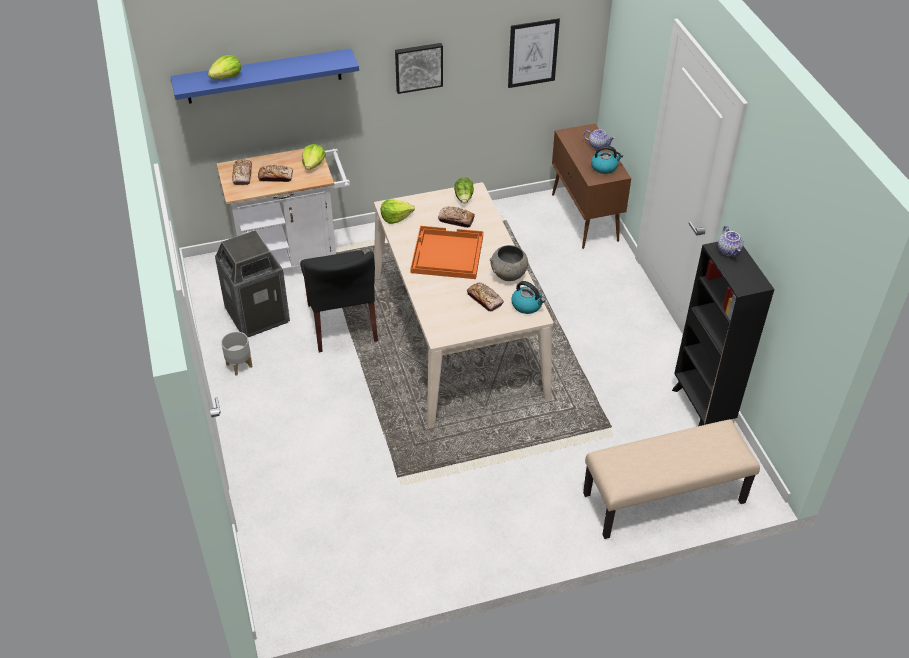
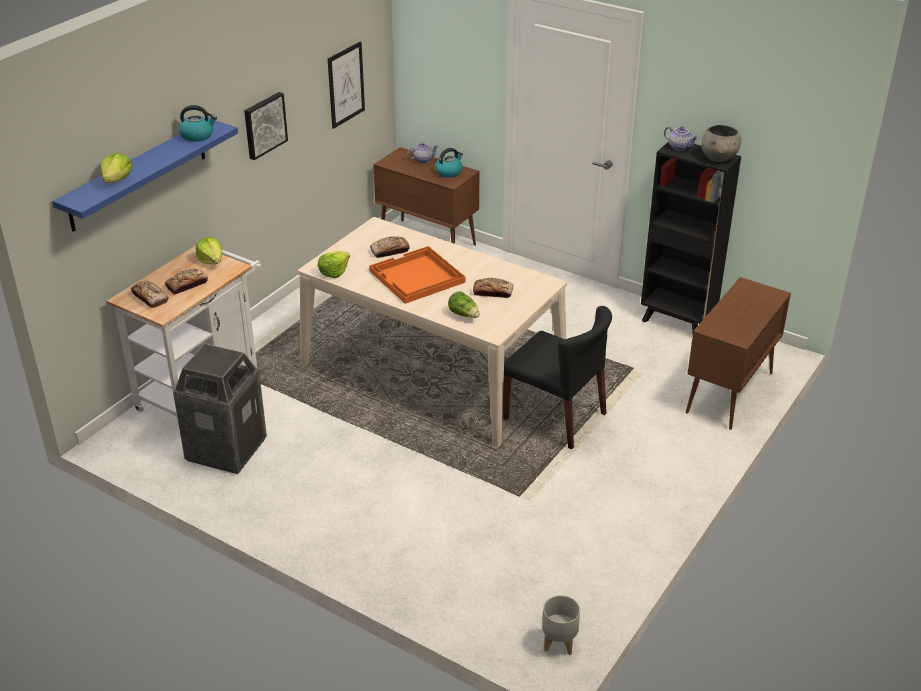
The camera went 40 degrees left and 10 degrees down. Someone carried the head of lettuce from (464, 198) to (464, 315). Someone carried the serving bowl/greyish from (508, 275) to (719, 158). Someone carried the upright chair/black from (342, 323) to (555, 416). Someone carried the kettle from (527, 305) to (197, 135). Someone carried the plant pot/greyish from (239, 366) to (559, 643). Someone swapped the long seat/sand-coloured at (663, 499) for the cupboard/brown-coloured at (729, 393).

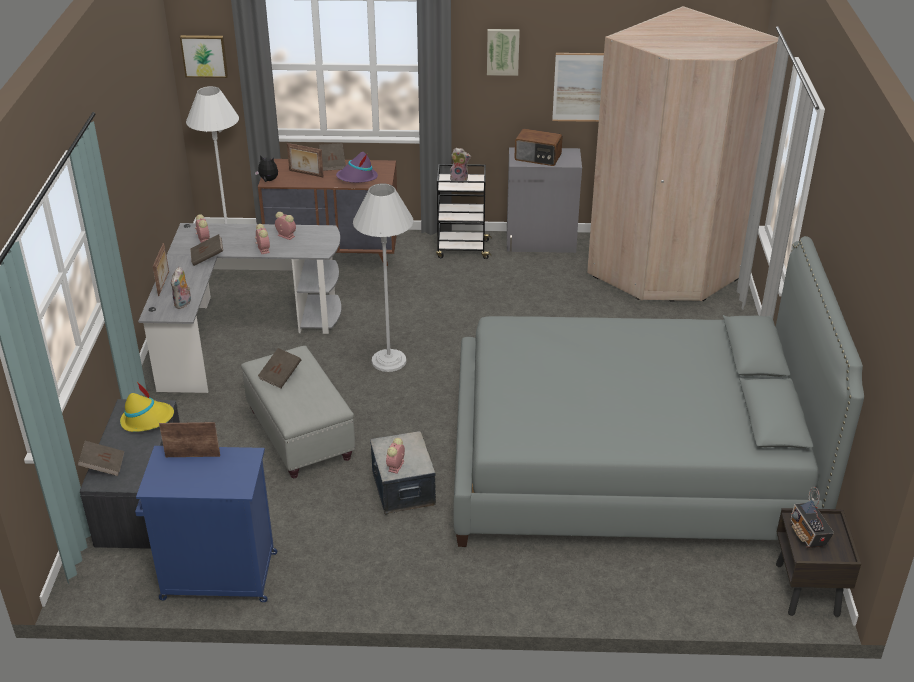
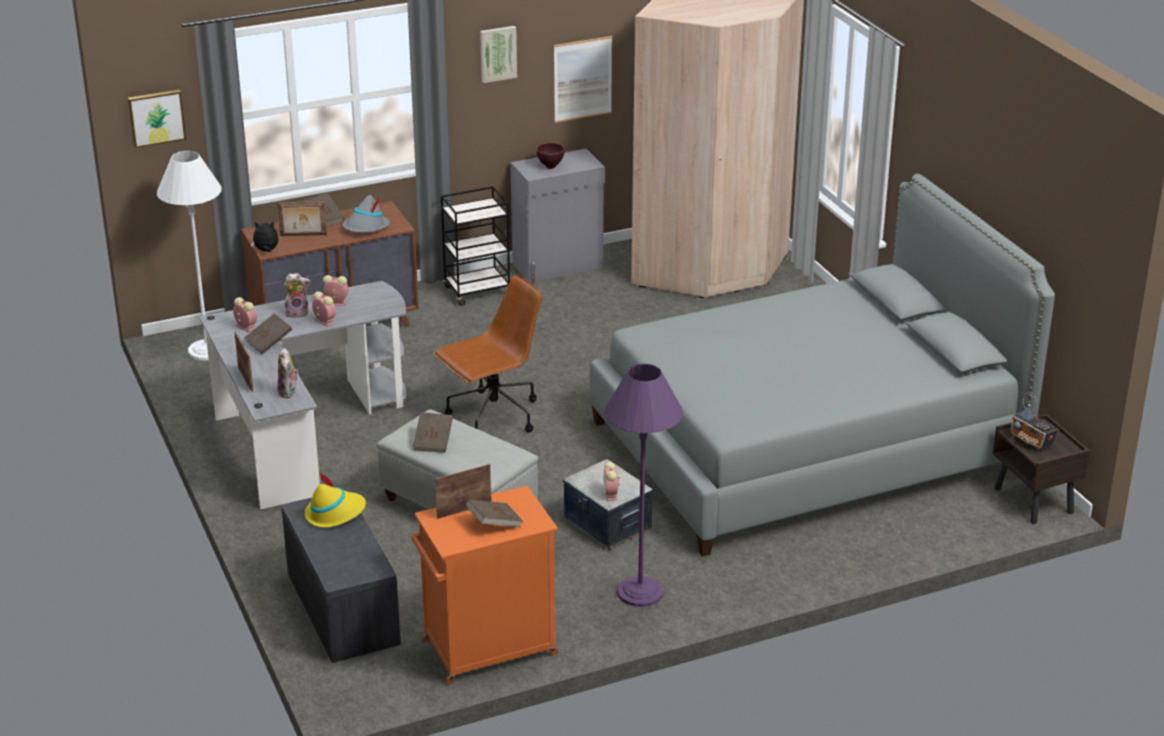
The camera went 25 degrees left and 5 degrees down. Someone swapped the radio at (538, 158) for the serving bowl/brown-coloured at (551, 166). Someone carried the cuddly toy from (459, 179) to (297, 313). Someone repainted the hat/purple at (357, 178), which became the hat/greyish at (366, 227). Someone swapped the floor lamp/white at (389, 361) for the desk chair/brown-coloured at (493, 416). Someone carried the bound book/brown-coloured from (103, 466) to (494, 523). Someone repainted the cupboard/bluish at (216, 576), which became the cupboard/orangey at (486, 648). Someone put down the floor lamp/purple at (640, 592).

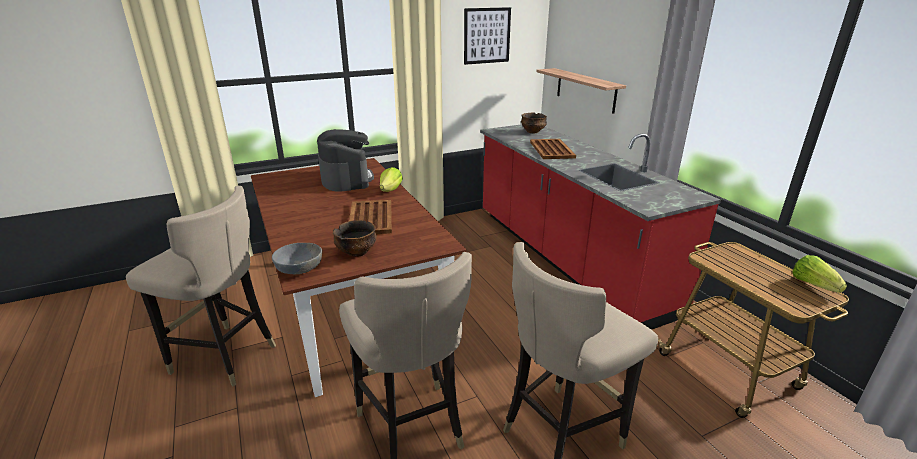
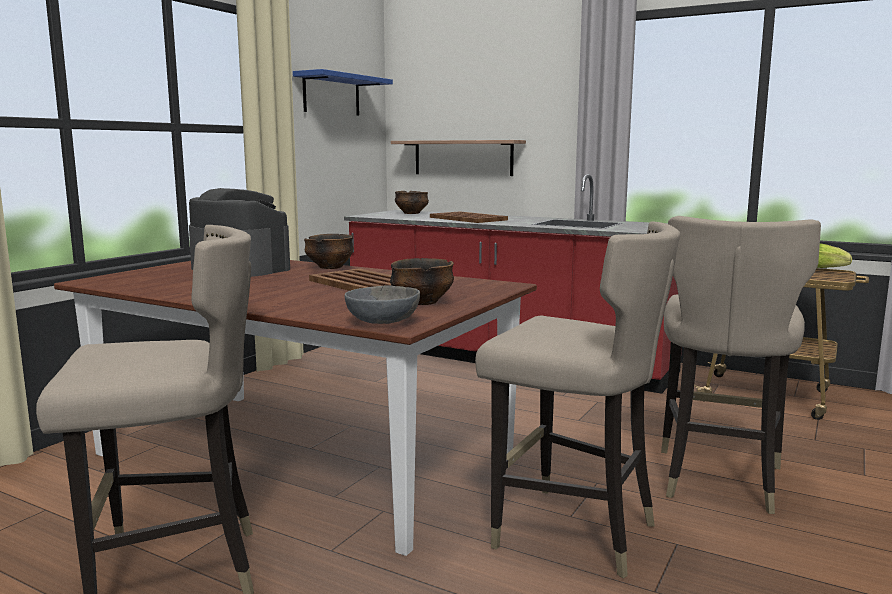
The camera went 35 degrees left and 15 degrees down. Someone swapped the wall picture at (487, 36) for the bracket shelf/bluish at (331, 95). Someone swapped the head of lettuce at (391, 190) for the serving bowl at (330, 267).

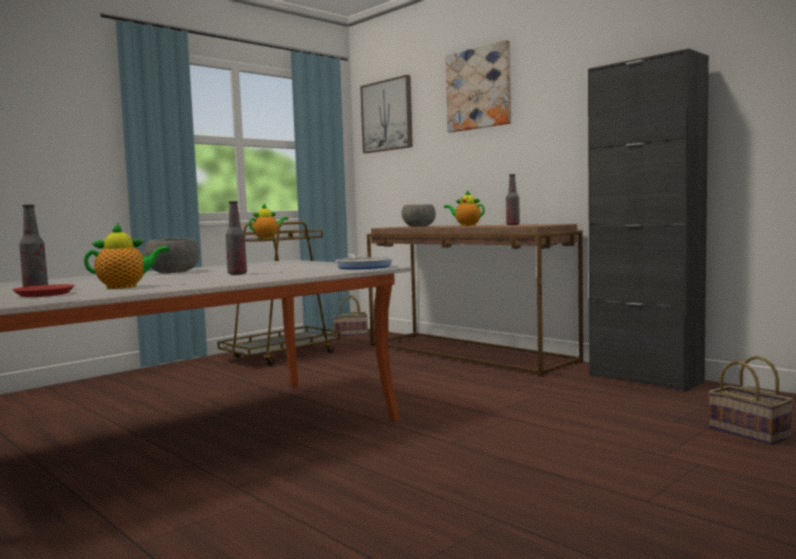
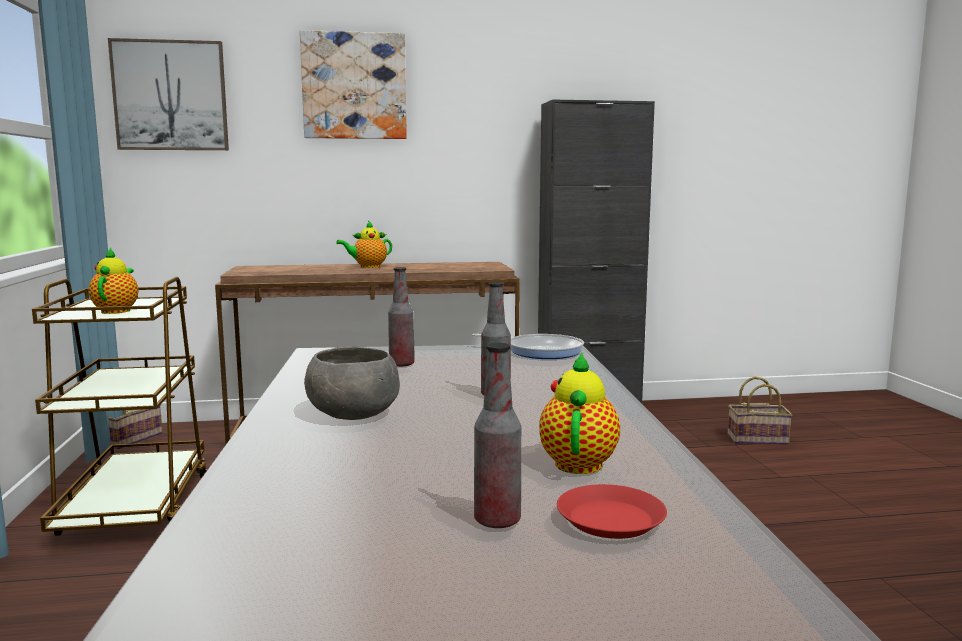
The camera went 55 degrees left and 5 degrees up. Someone carried the beverage bottle from (513, 225) to (401, 364). Someone took away the serving bowl/greyish at (419, 226).

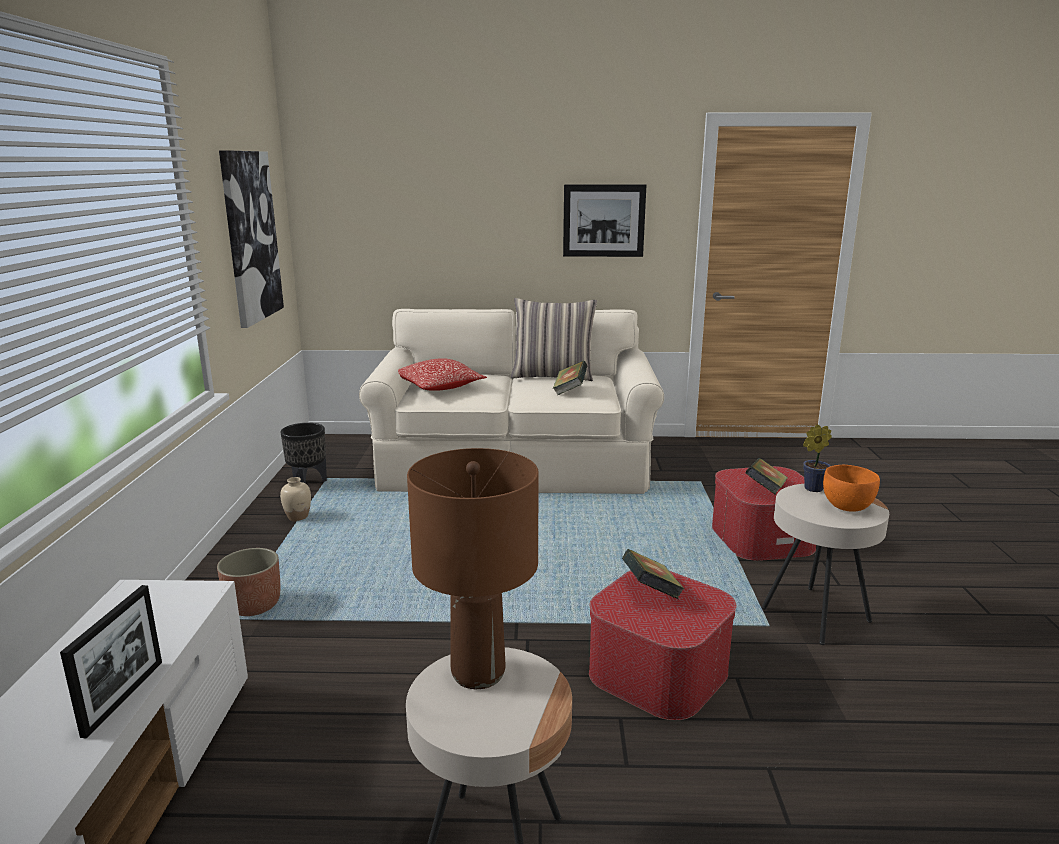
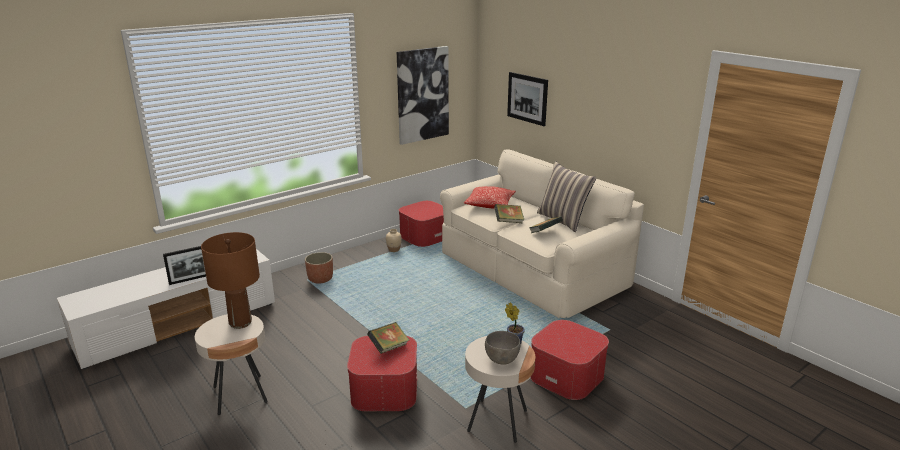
The camera went 50 degrees right and 5 degrees up. Someone carried the wall picture from (603, 220) to (527, 98). Someone swapped the plant pot/black at (308, 484) for the footrest at (425, 236). Someone carried the bound book from (765, 491) to (508, 222). Someone repainted the serving bowl/orangey at (847, 507), which became the serving bowl/greyish at (501, 360).

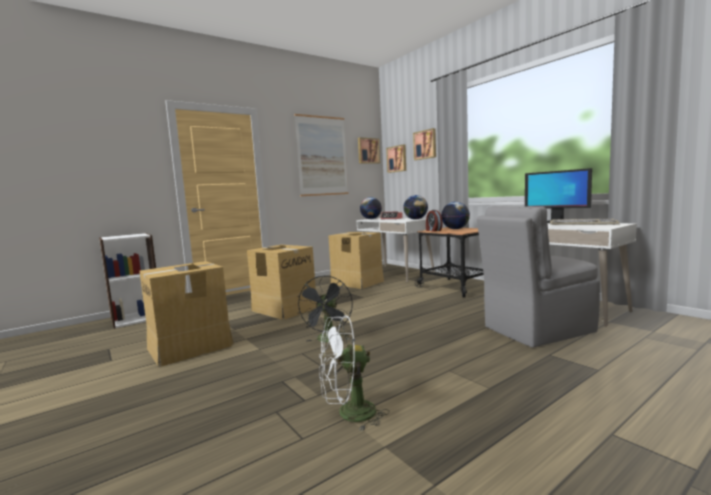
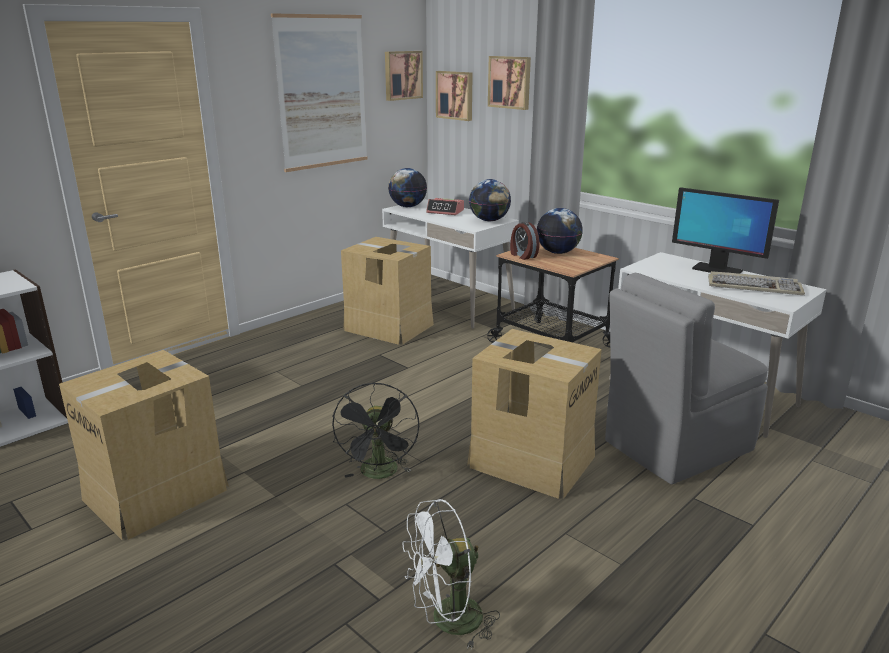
The camera went 10 degrees left and 15 degrees up. Someone carried the carton from (284, 309) to (531, 460).

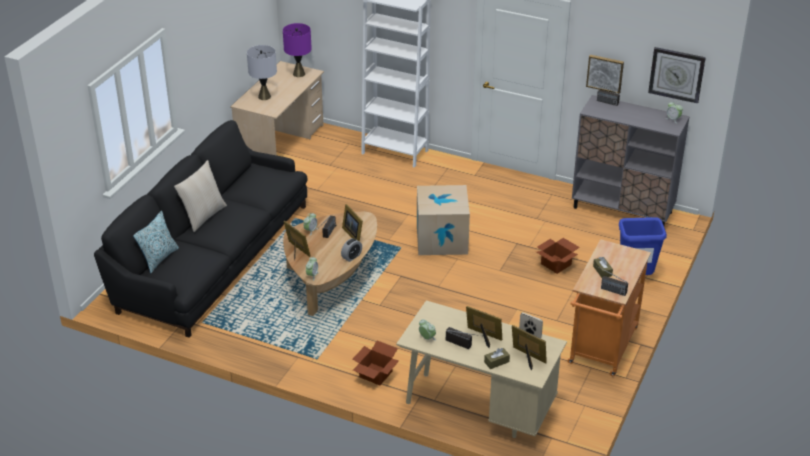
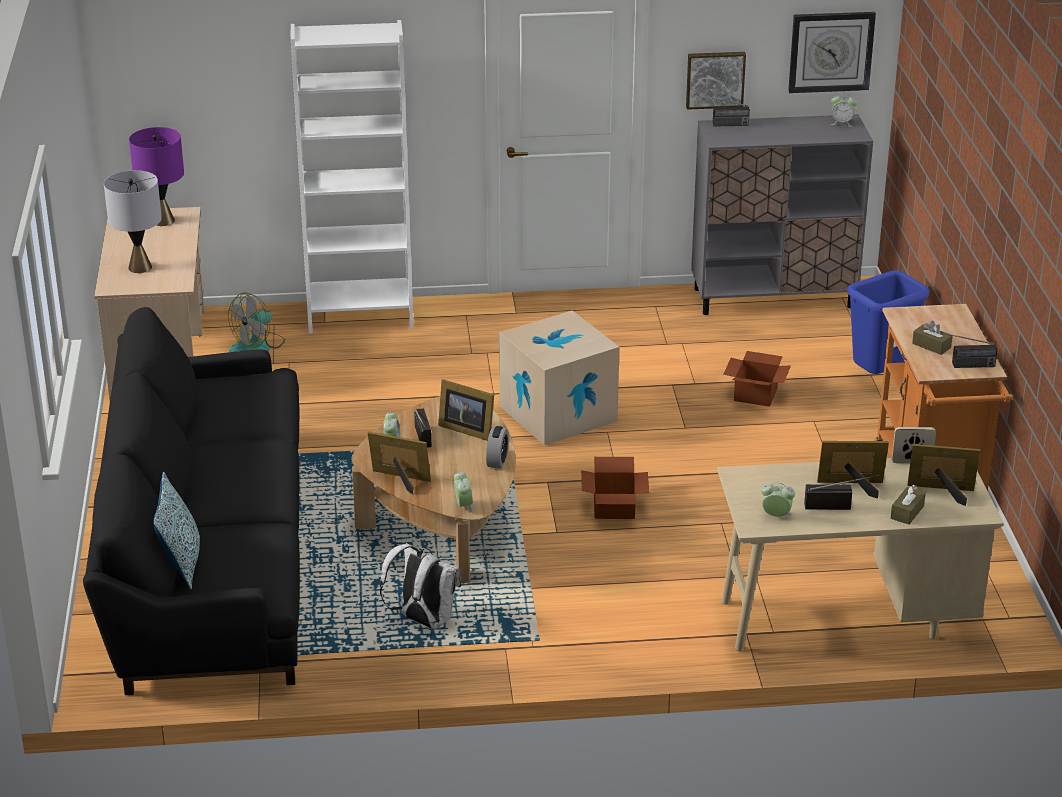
The camera went 30 degrees left and 5 degrees down. Someone took away the pillow/sand-coloured at (203, 216). Someone carried the carton from (375, 374) to (613, 508). Someone put down the fan at (258, 346). Someone put down the knapsack/white at (423, 620).

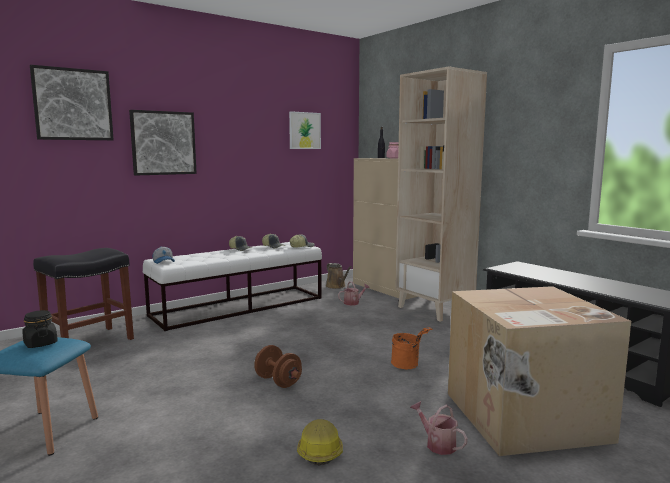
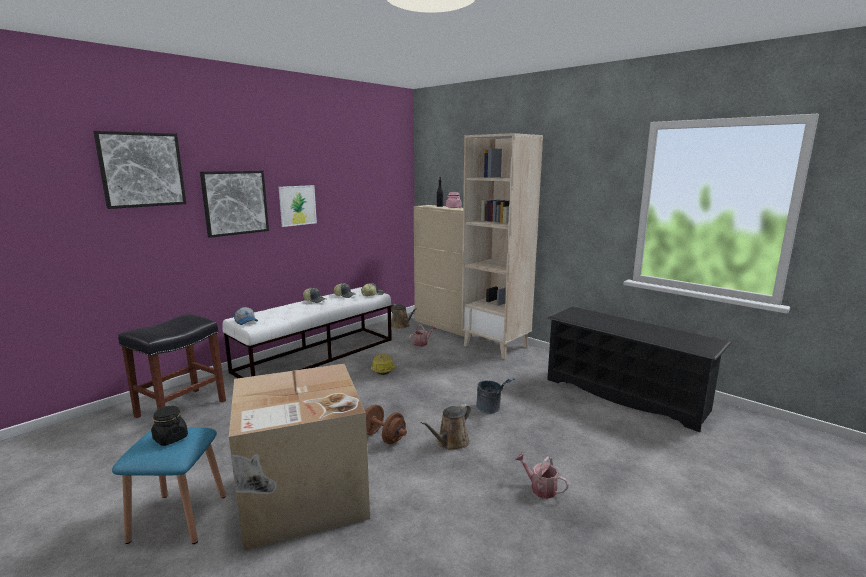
The camera went 10 degrees left and 5 degrees up. Someone carried the wall picture from (304, 130) to (297, 205). Someone carried the carton from (524, 417) to (301, 496). Someone repainted the bucket/orangey at (408, 365), which became the bucket/greyish at (492, 409). Someone carried the work helmet from (319, 450) to (382, 369). Someone put down the sprinkling can/brown-coloured at (451, 443).

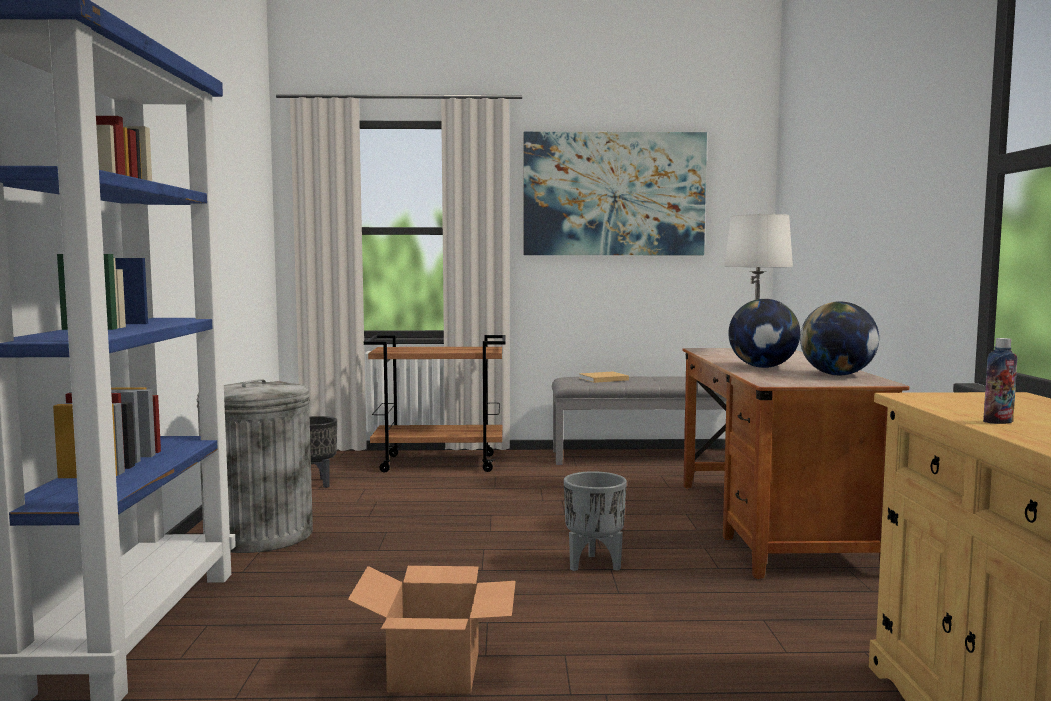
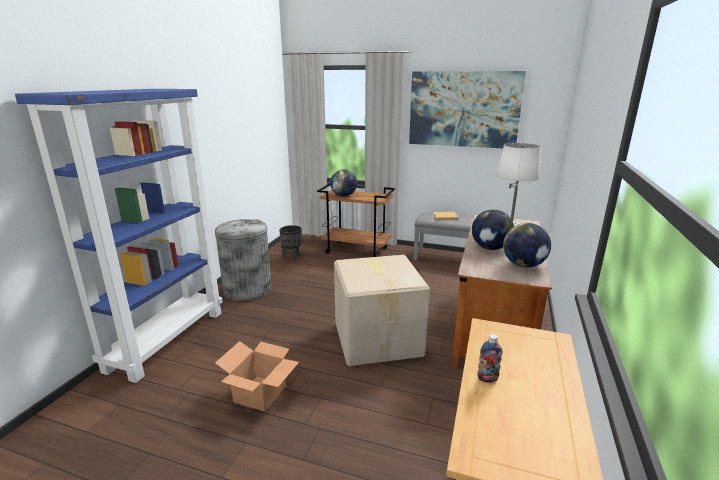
The camera went 20 degrees right and 15 degrees up. Someone swapped the plant pot/greyish at (594, 564) for the carton at (378, 338). Someone put down the globe at (344, 195).

